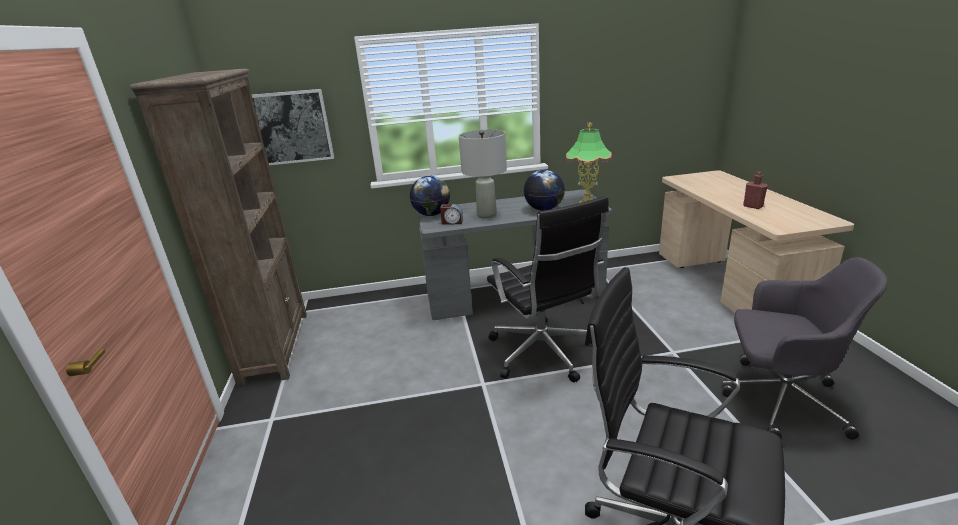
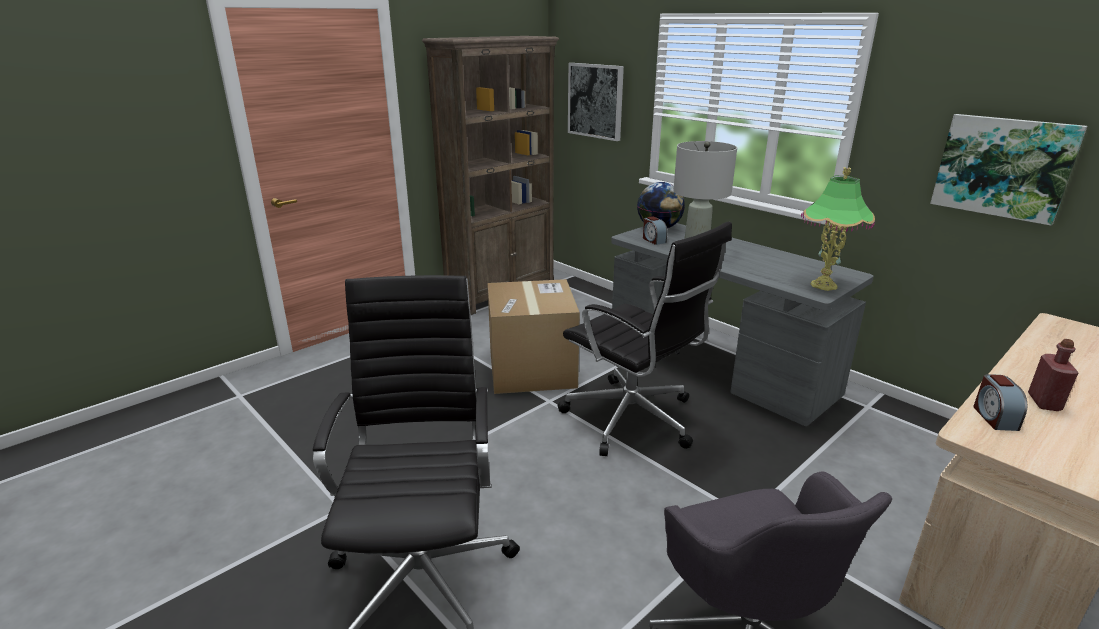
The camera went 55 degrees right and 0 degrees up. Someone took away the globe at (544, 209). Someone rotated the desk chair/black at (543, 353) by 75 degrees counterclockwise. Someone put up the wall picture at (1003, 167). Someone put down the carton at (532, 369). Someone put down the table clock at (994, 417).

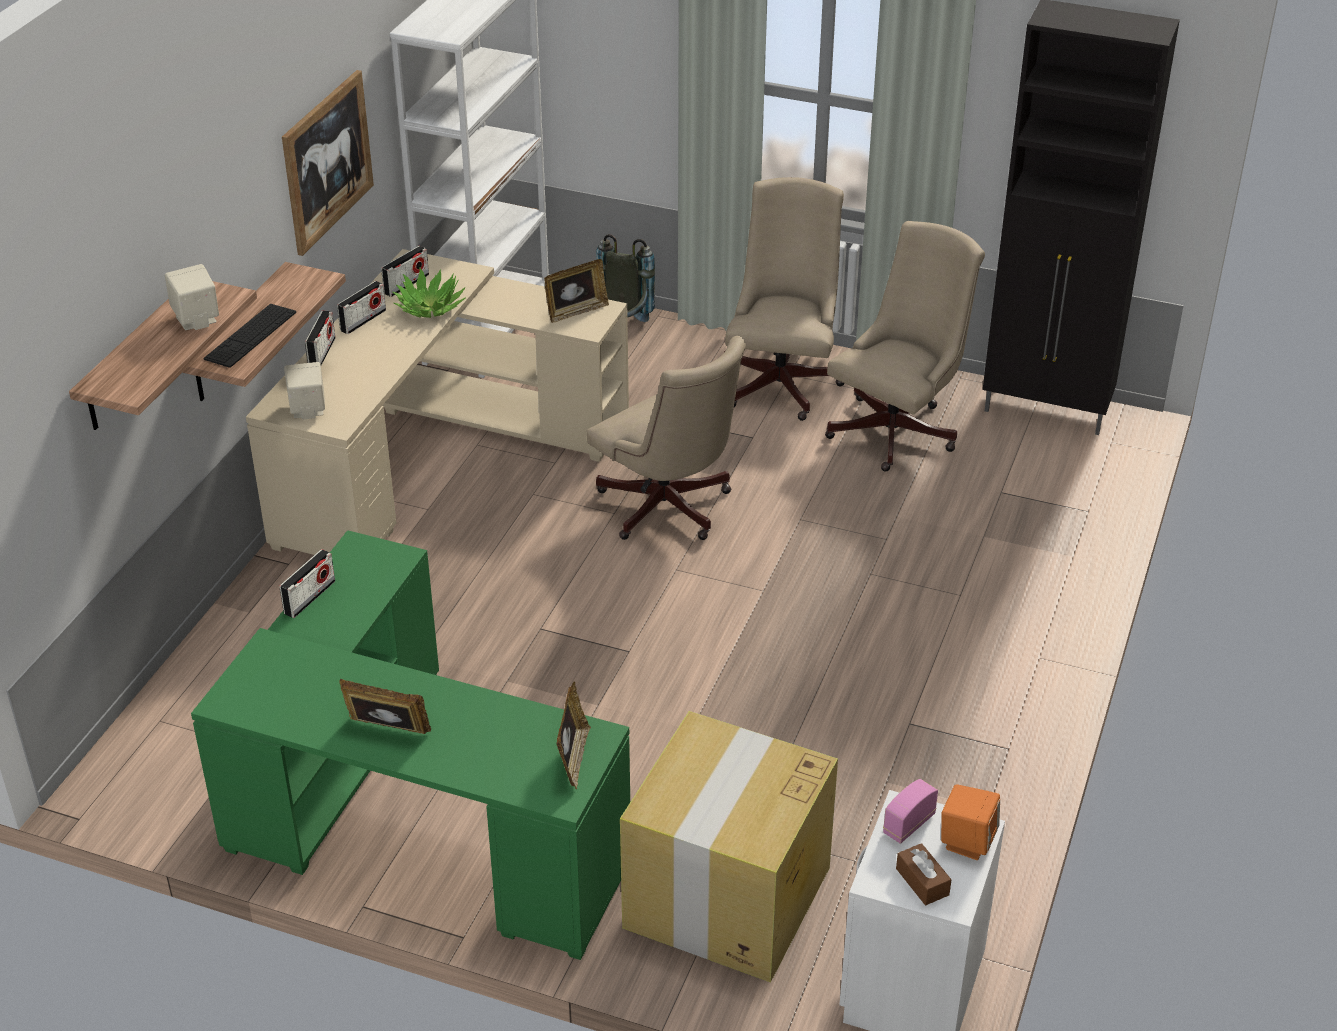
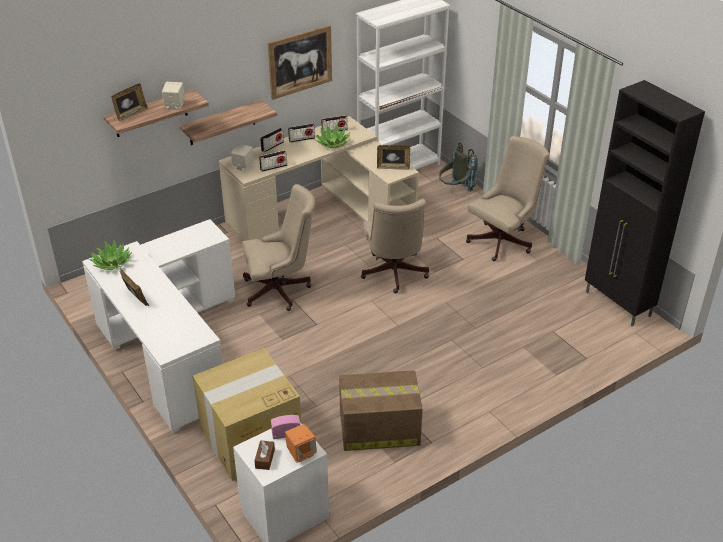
The camera went 35 degrees right and 0 degrees up. Someone carried the desk chair/sand-coloured from (899, 429) to (281, 290). Someone took away the PC keyboard at (250, 335). Someone repainted the desk unit/green-coloured at (407, 820), which became the desk unit/white at (168, 348). Someone carried the radio from (309, 597) to (273, 167). Someone carried the standing frame from (573, 759) to (131, 114). Someone put down the plant in a pot at (111, 263). Someone put down the carton at (378, 428).

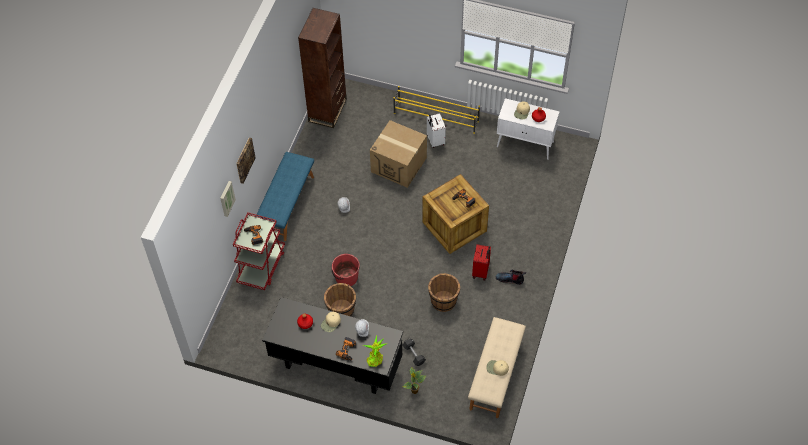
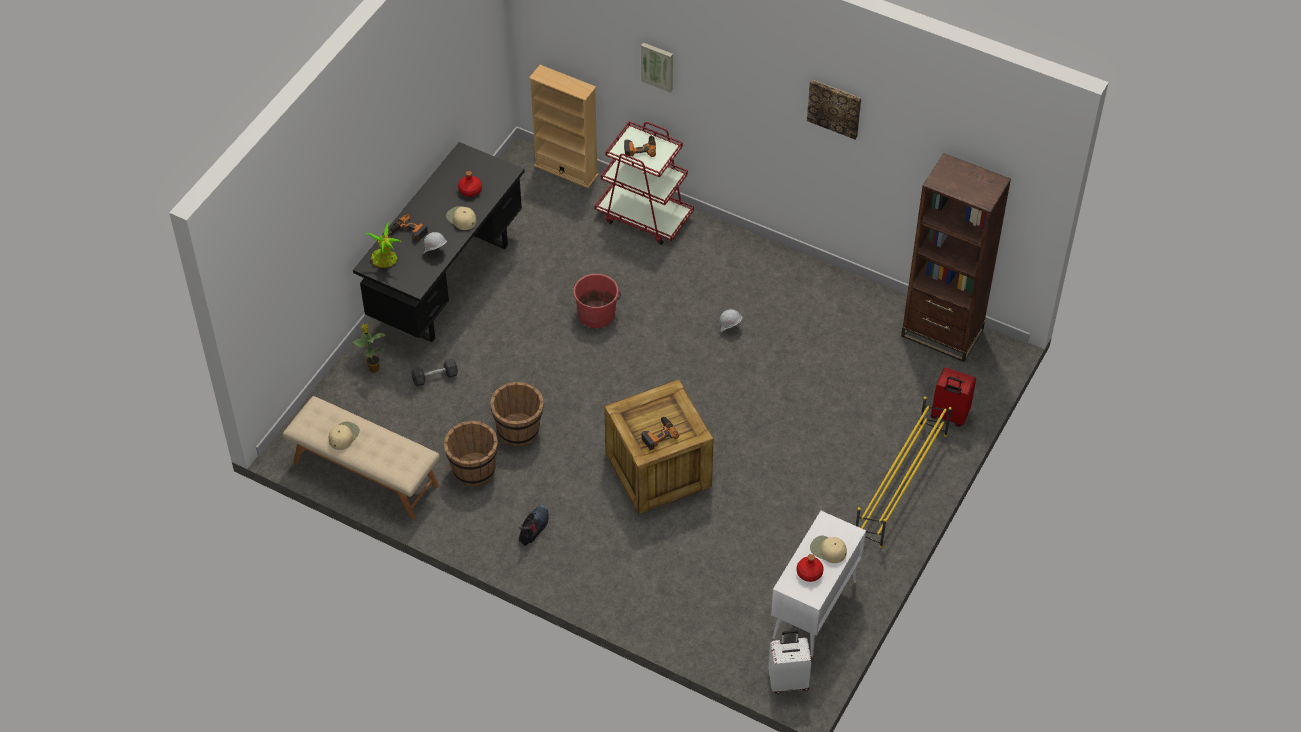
The camera went 100 degrees right and 5 degrees down. Someone carried the suitcase/white from (435, 140) to (788, 681). Someone took away the carton at (399, 164). Someone carried the wall picture from (244, 160) to (834, 108). Someone took away the long seat/bluish at (287, 204). Someone carried the suitcase/red from (481, 271) to (949, 415). Someone carried the bucket/brown-coloured from (341, 310) to (473, 469). Someone put down the bookcase/sand-coloured at (566, 170).

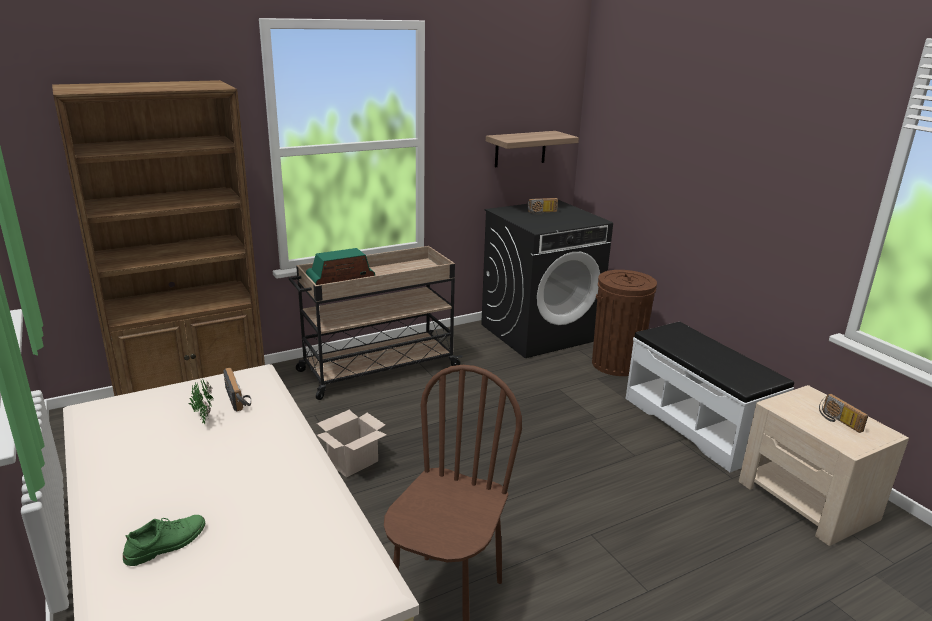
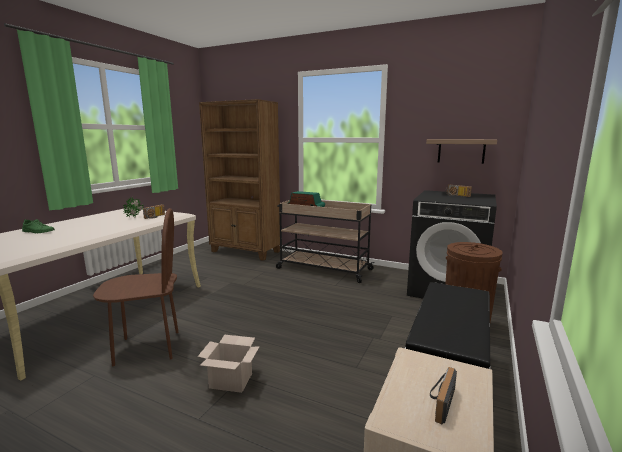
The camera went 55 degrees right and 10 degrees down. Someone carried the carton from (353, 461) to (232, 380).

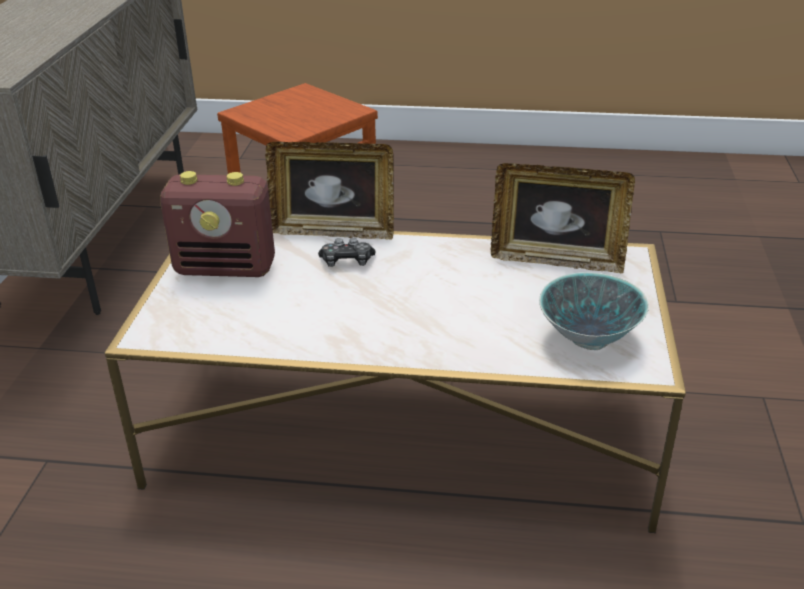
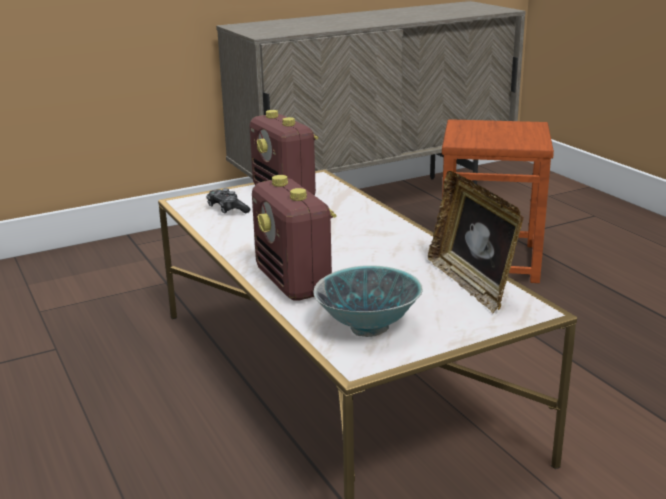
The camera went 55 degrees right and 10 degrees down. Someone took away the standing frame at (333, 231). Someone carried the joypad from (347, 262) to (227, 209). Someone put down the radio at (294, 283).

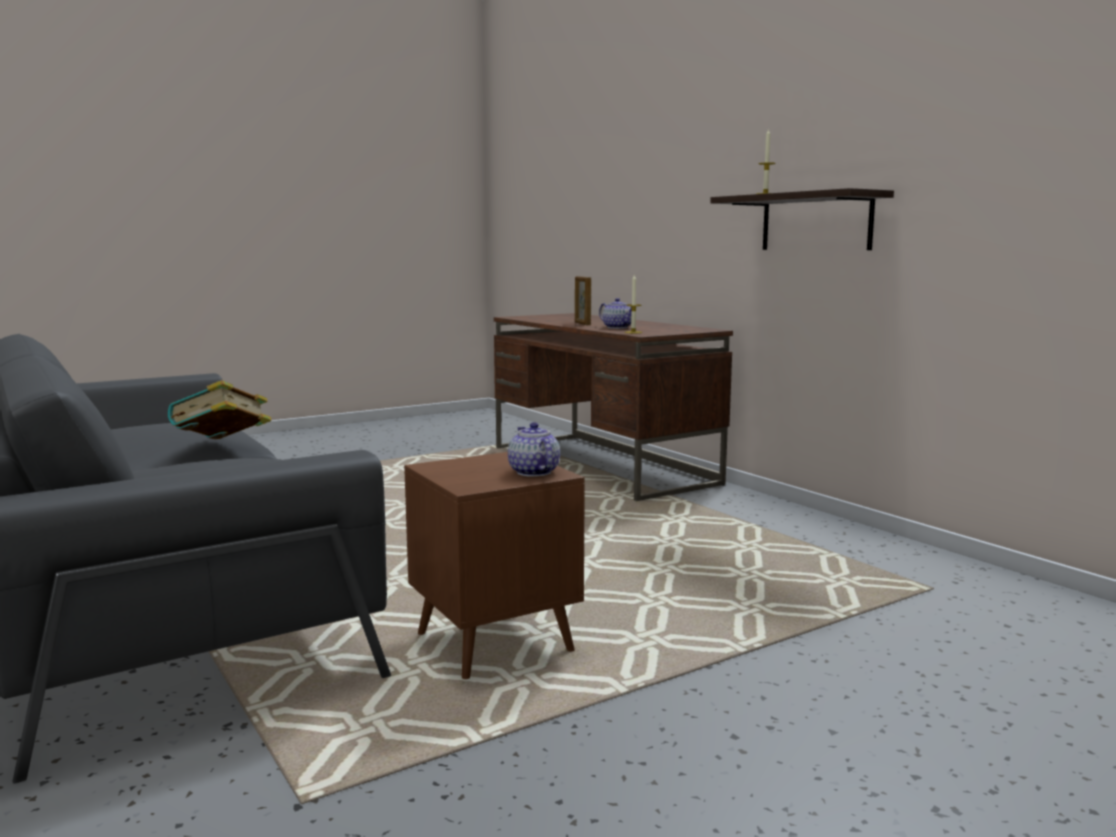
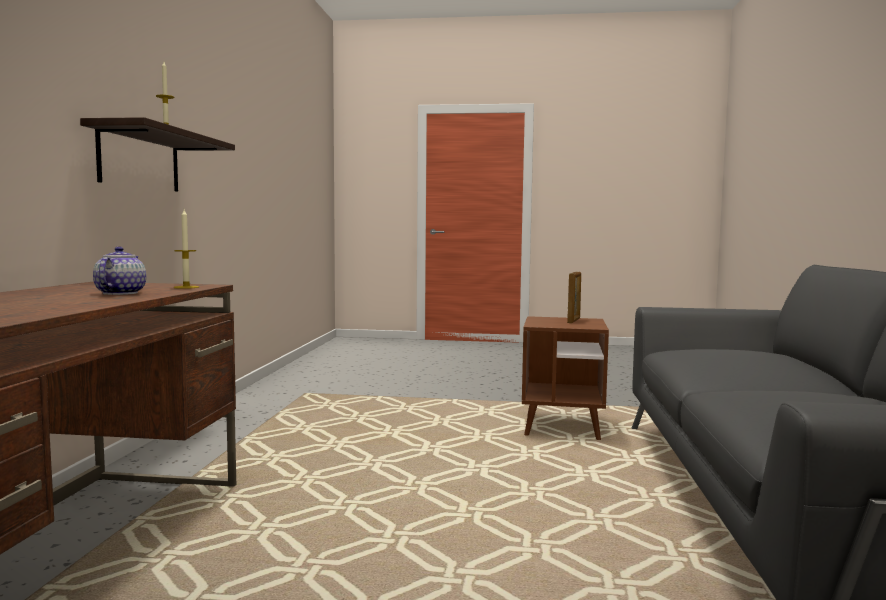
The camera went 140 degrees left and 5 degrees down. Someone carried the standing frame from (582, 324) to (574, 321). Someone took away the bound book at (222, 445). Someone took away the pot for tea at (533, 472).

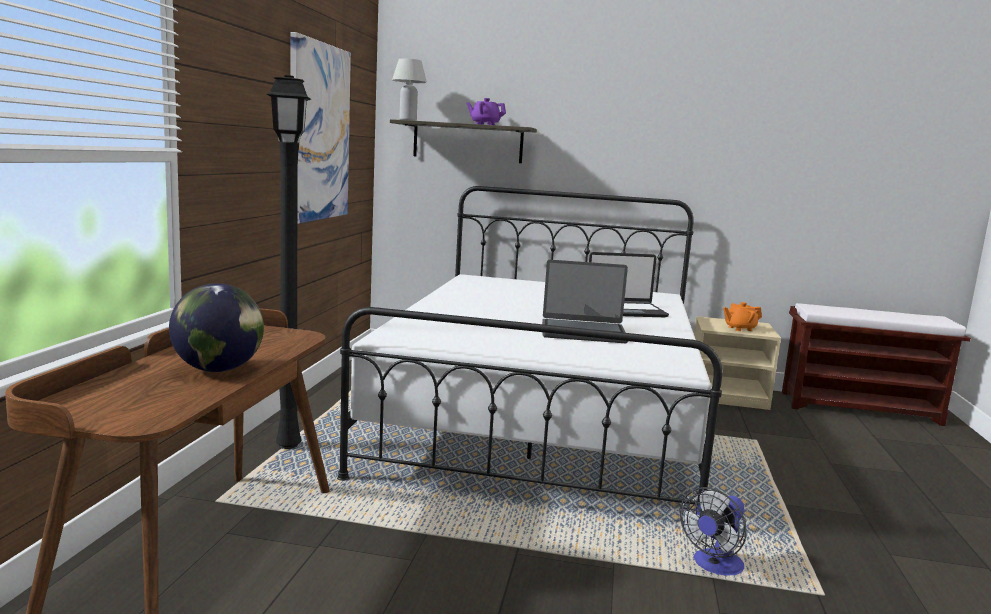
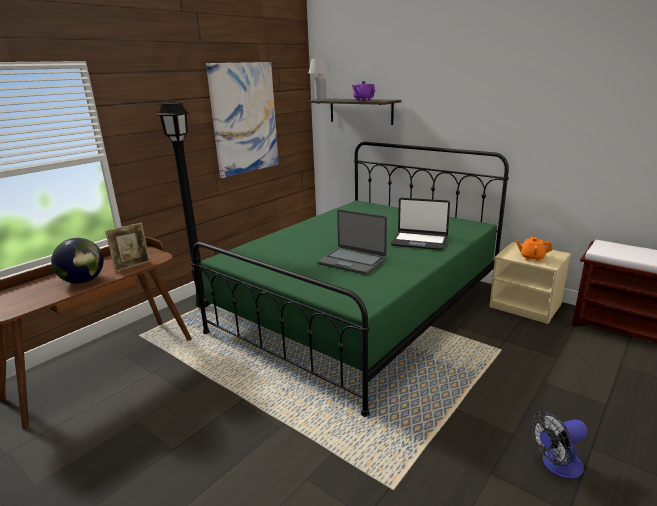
The camera went 30 degrees right and 10 degrees up. Someone repainted the sleeping bed/white at (541, 420), which became the sleeping bed/green-coloured at (359, 309). Someone carried the fan from (714, 567) to (556, 465). Someone put down the standing frame at (132, 266).

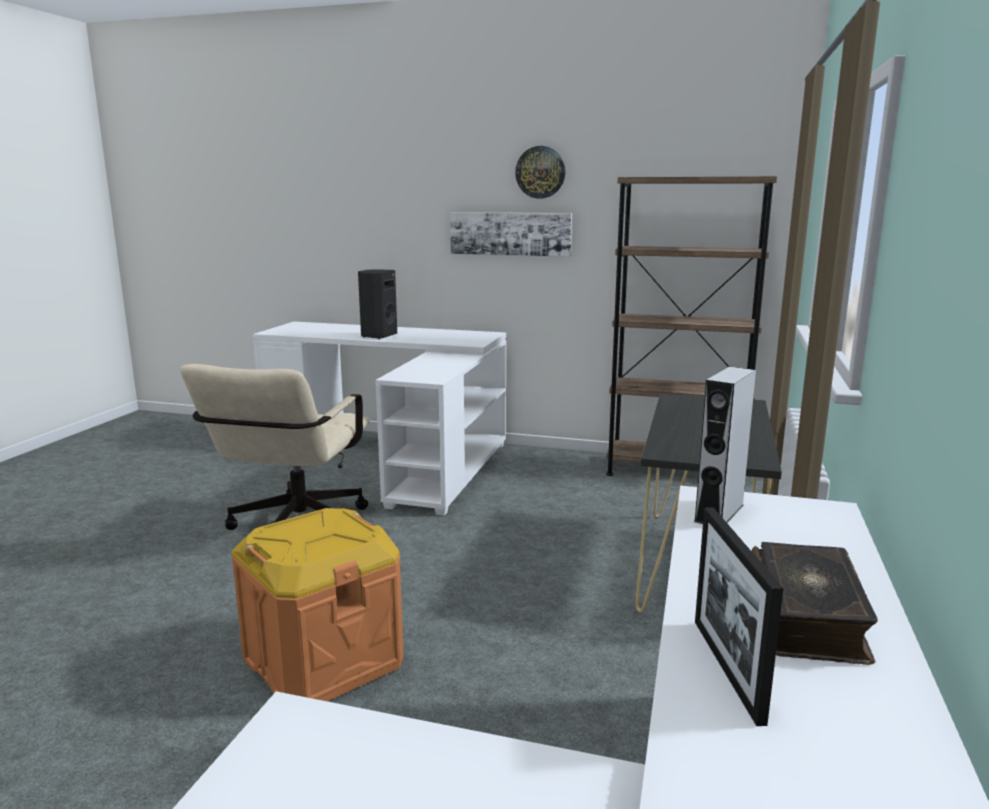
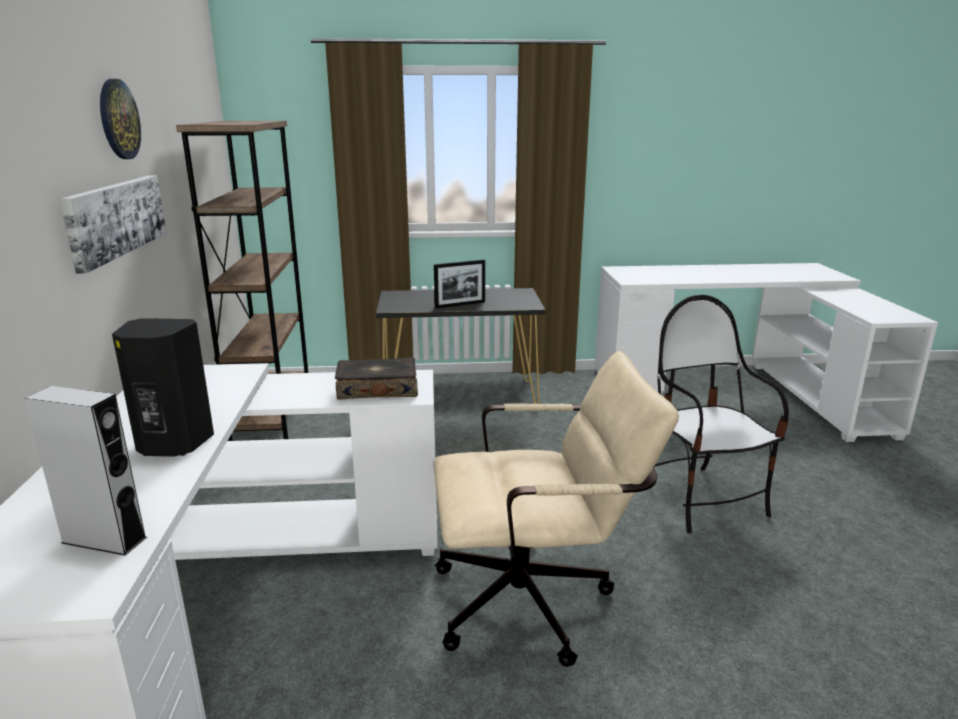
The camera went 110 degrees left and 5 degrees up. Someone carried the speaker/greyish from (719, 513) to (104, 540). Someone carried the standing frame from (727, 668) to (460, 305). Someone swapped the storage container/orangey at (323, 661) for the upright chair at (702, 499). Someone carried the bound book from (807, 617) to (377, 389).

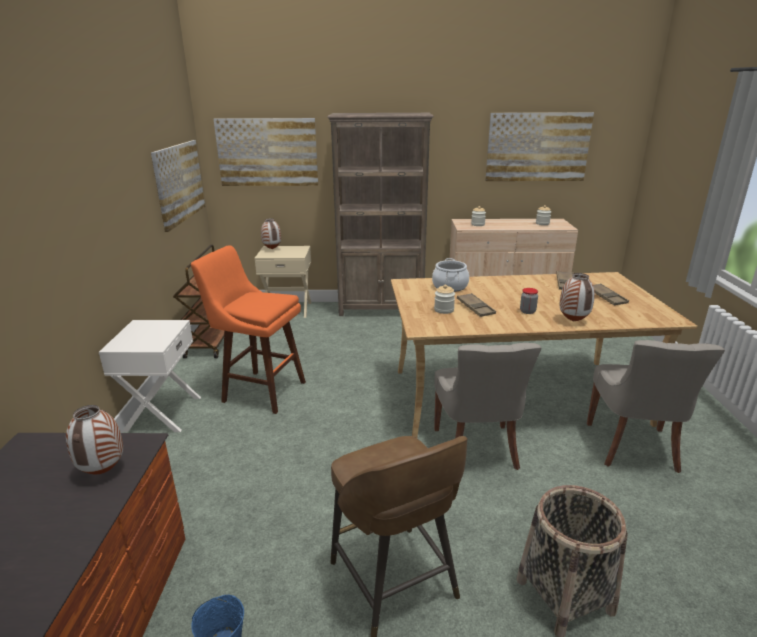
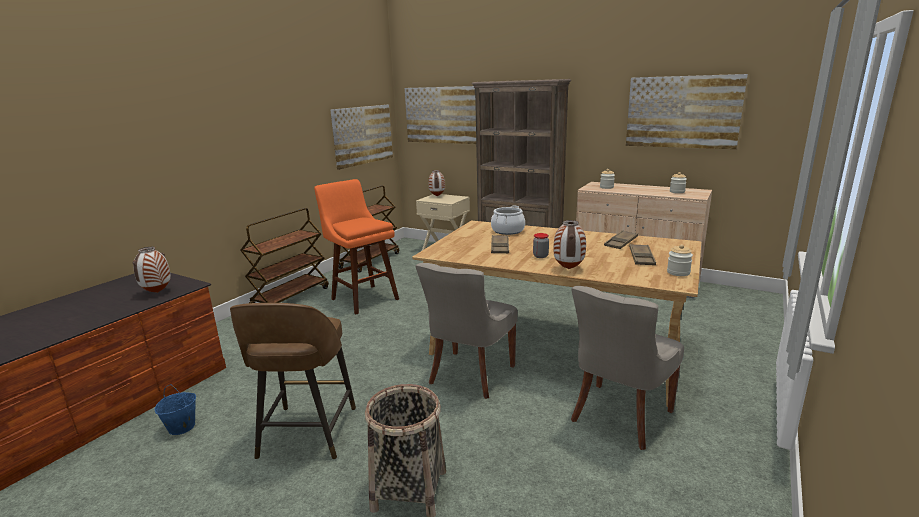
The camera went 30 degrees right and 5 degrees down. Someone carried the jar from (444, 310) to (678, 272). Someone swapped the bedside table/white at (162, 413) for the trolley/brown-coloured at (291, 297).

